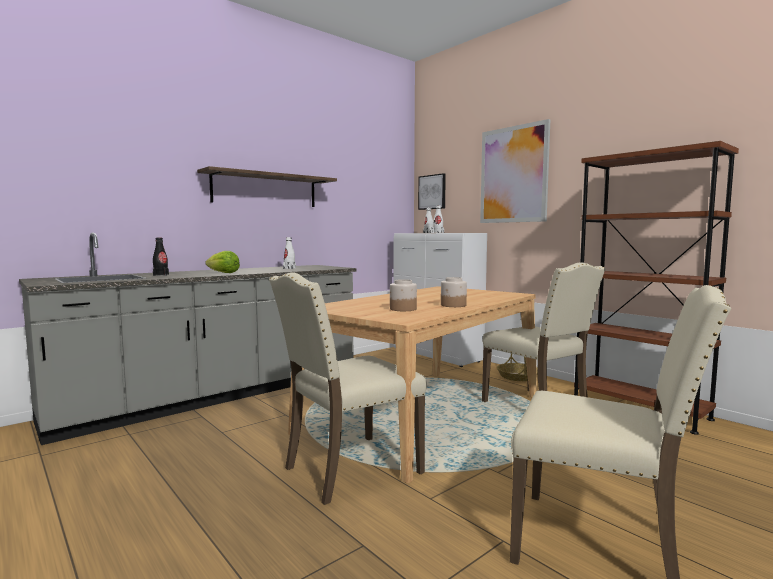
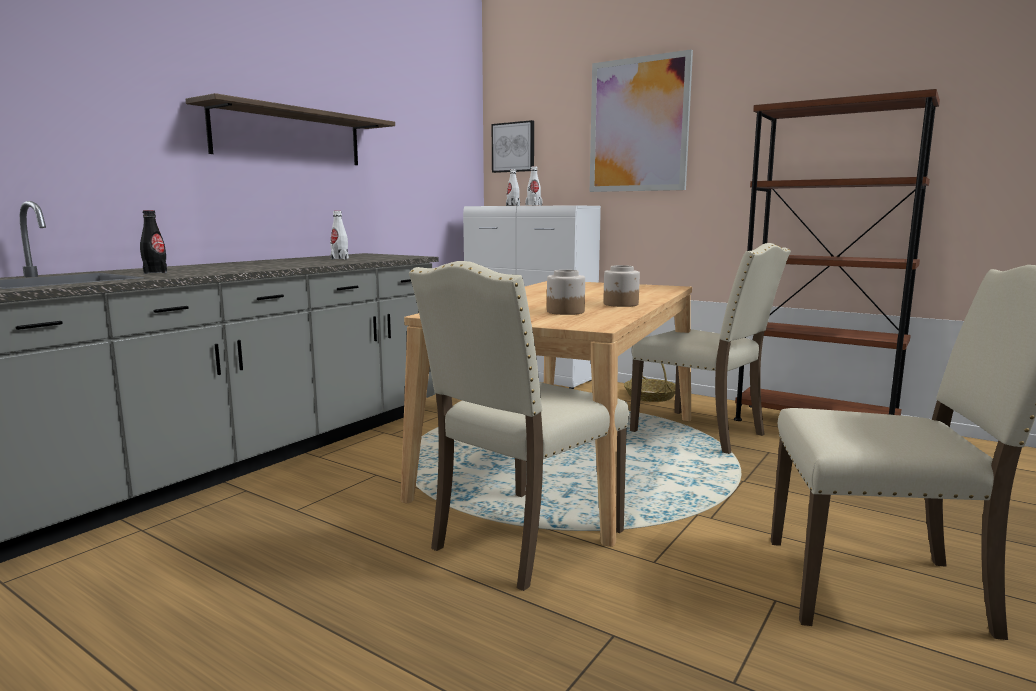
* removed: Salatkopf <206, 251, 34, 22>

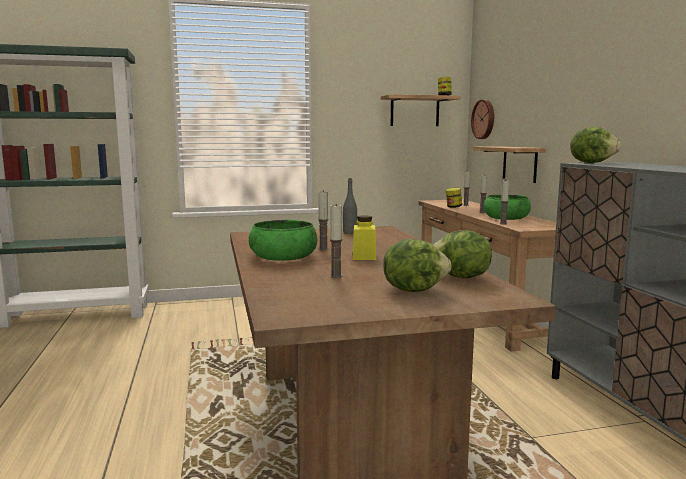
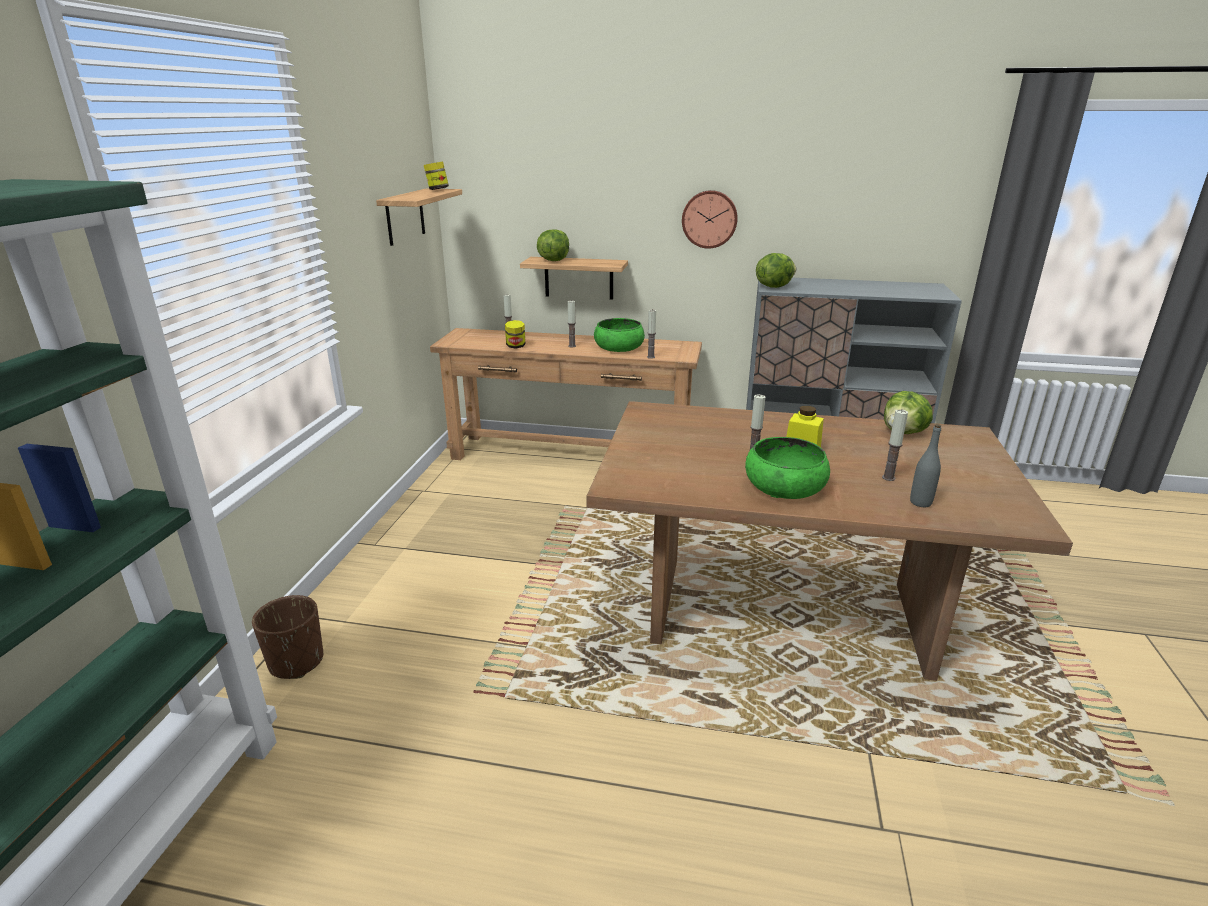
* moved: Wanduhr <471, 99, 23, 40> to <682, 190, 56, 59>
* moved: Flasche/grau <343, 178, 14, 56> to <910, 424, 31, 83>
* moved: Salatkopf <383, 239, 68, 53> to <537, 229, 32, 32>
* added: Pflanzkübel/braun <252, 595, 71, 84>

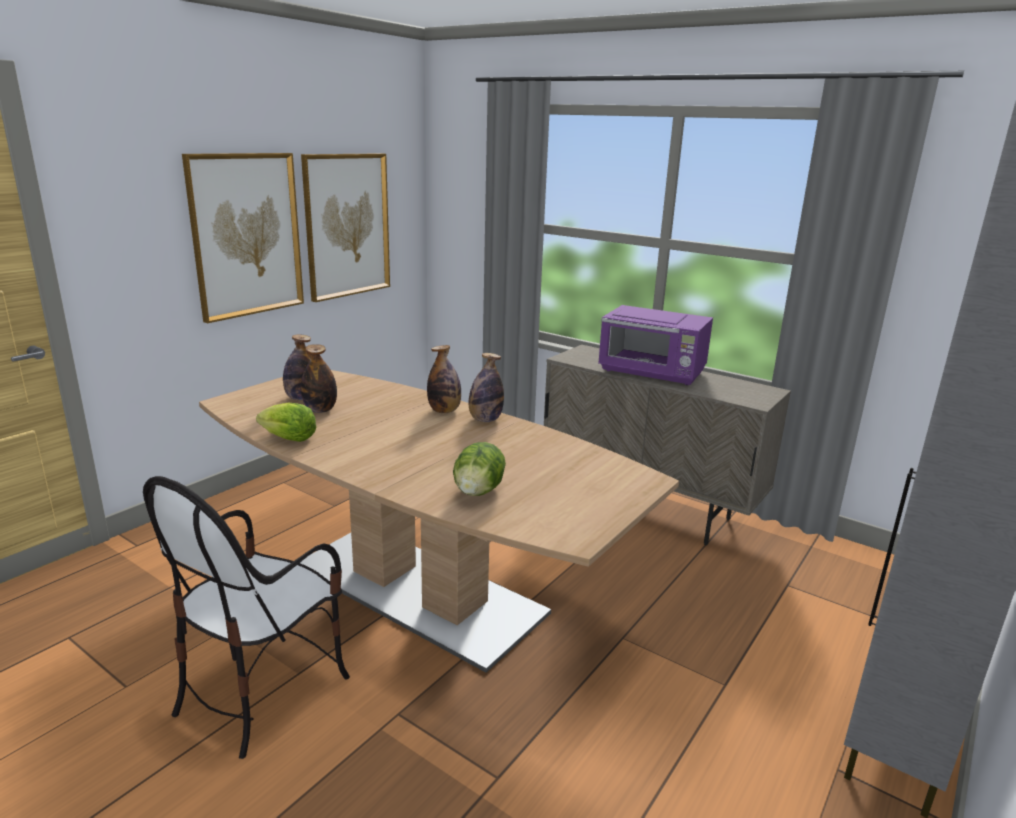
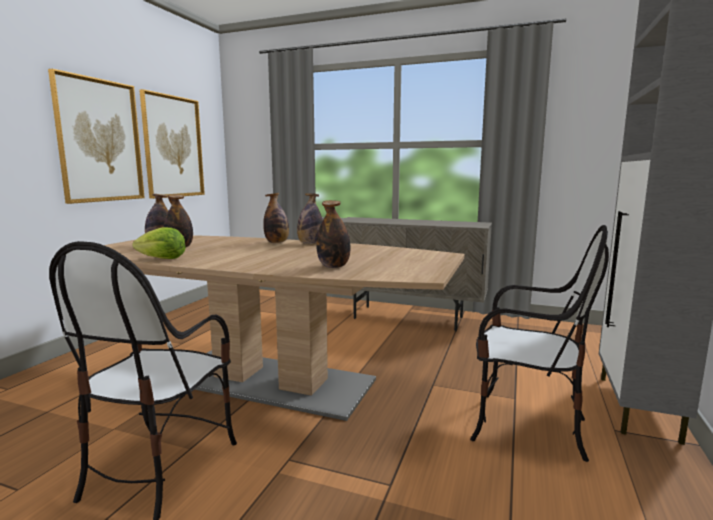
* removed: Mikrowelle/lila <599, 305, 114, 80>
* replaced: Salatkopf <453, 442, 53, 54> to Flasche <316, 200, 35, 68>
* added: Stuhl <470, 225, 139, 237>

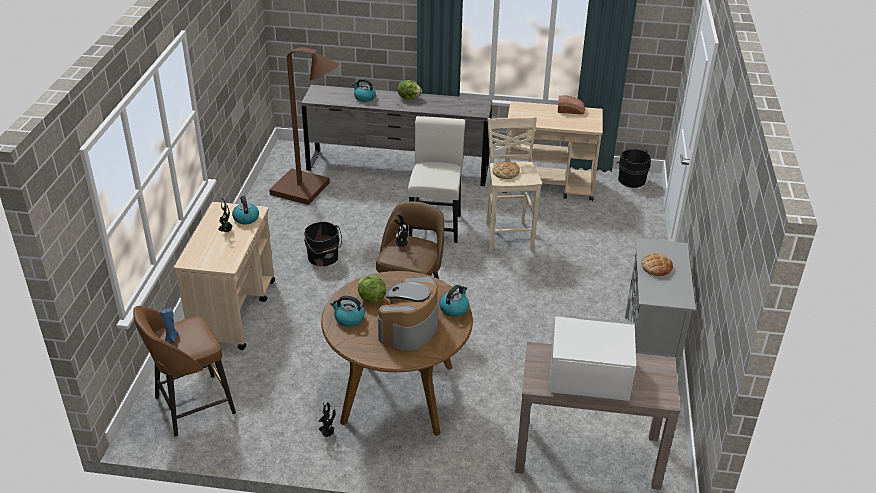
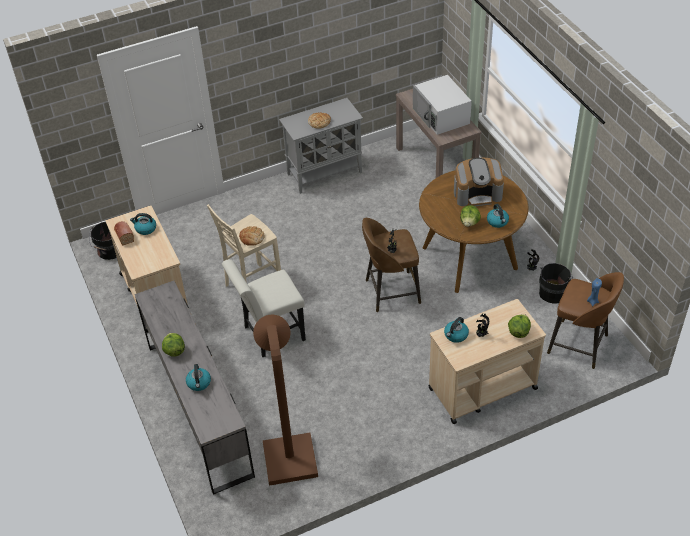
* moved: Eimer/schwarz <304, 222, 38, 44> to <539, 263, 33, 41>
* moved: Wasserkessel <439, 285, 30, 32> to <130, 213, 26, 22>
* added: Salatkopf <508, 314, 23, 24>

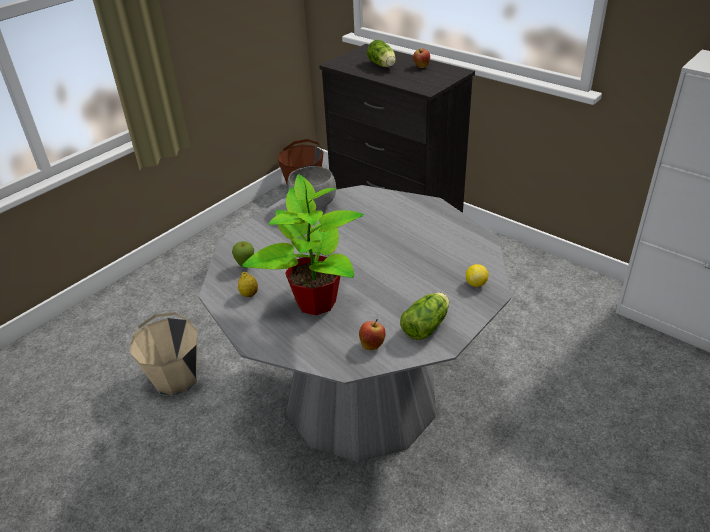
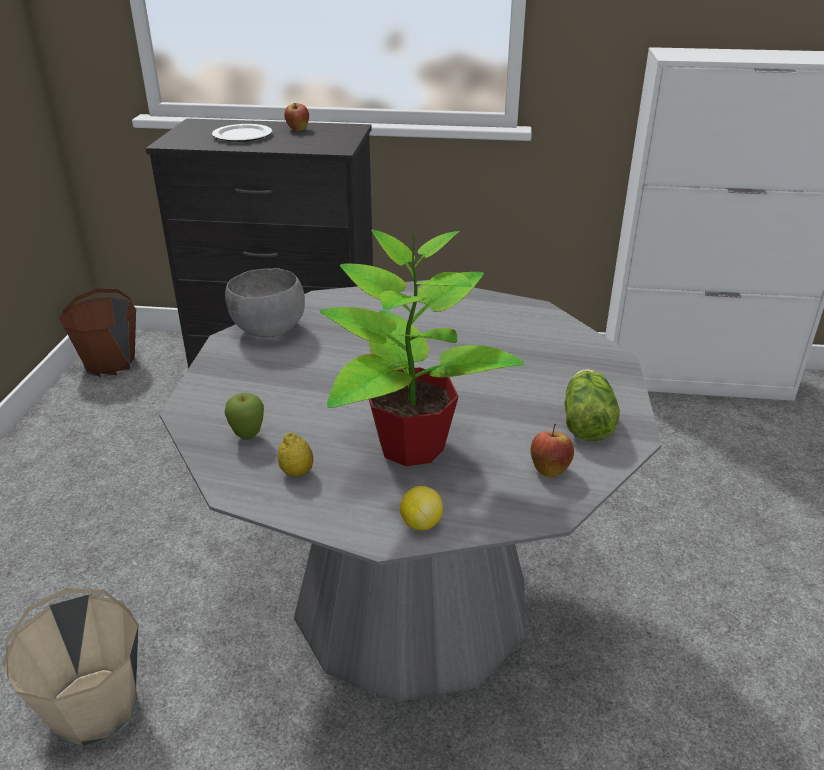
* replaced: Salatkopf <367, 39, 29, 28> to Teller <212, 124, 60, 18>
* moved: Zitrone <466, 264, 22, 23> to <400, 486, 43, 44>

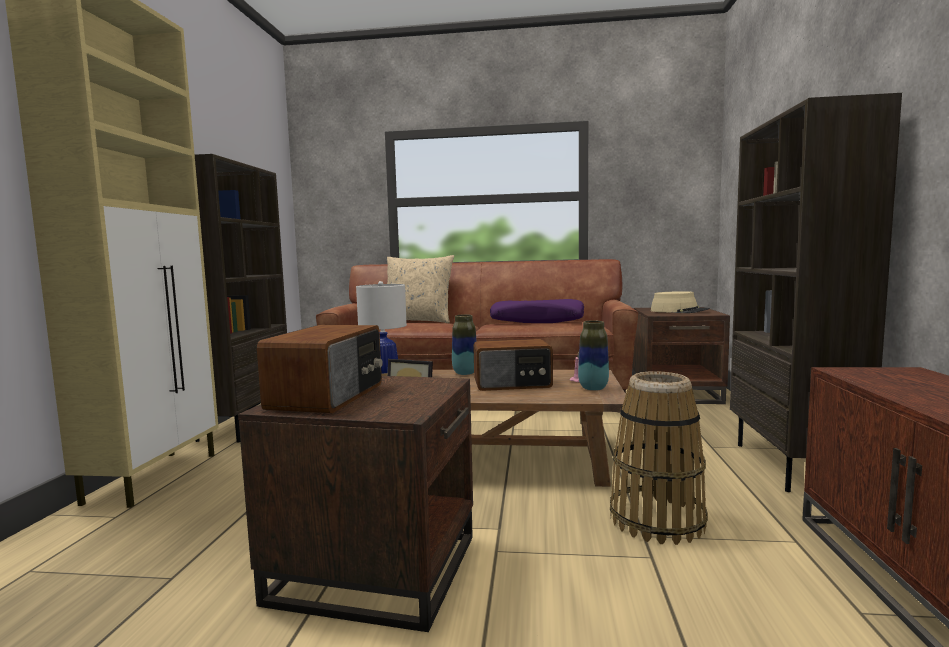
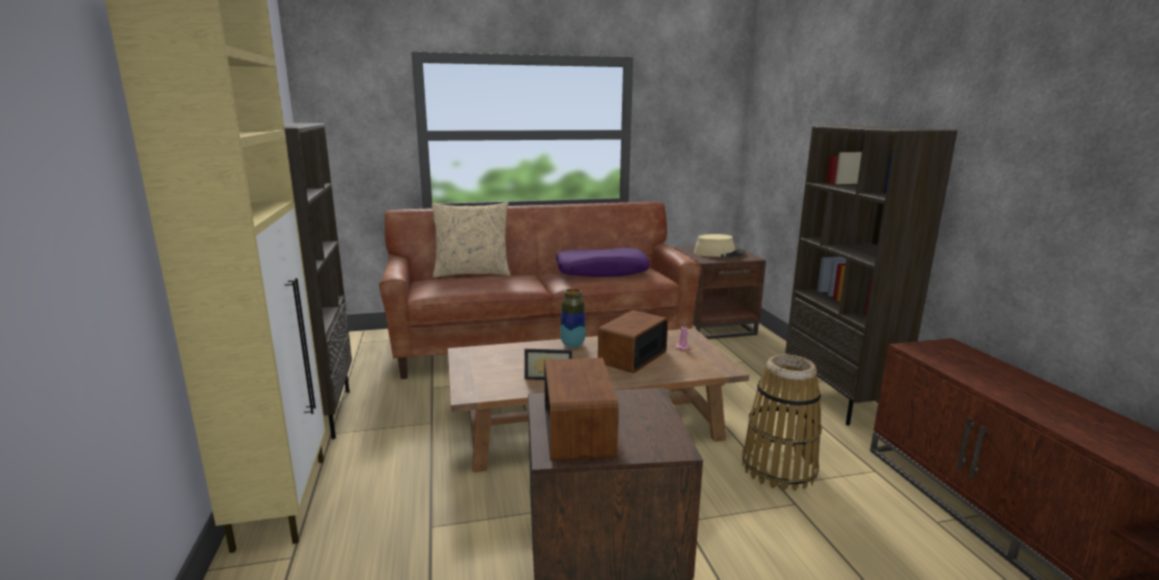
* removed: Tischlampe/weiß <356, 281, 51, 95>
* removed: Vase <578, 320, 31, 71>
* turned: Radio <473, 339, 80, 52> = <598, 310, 70, 63> 150 degrees clockwise

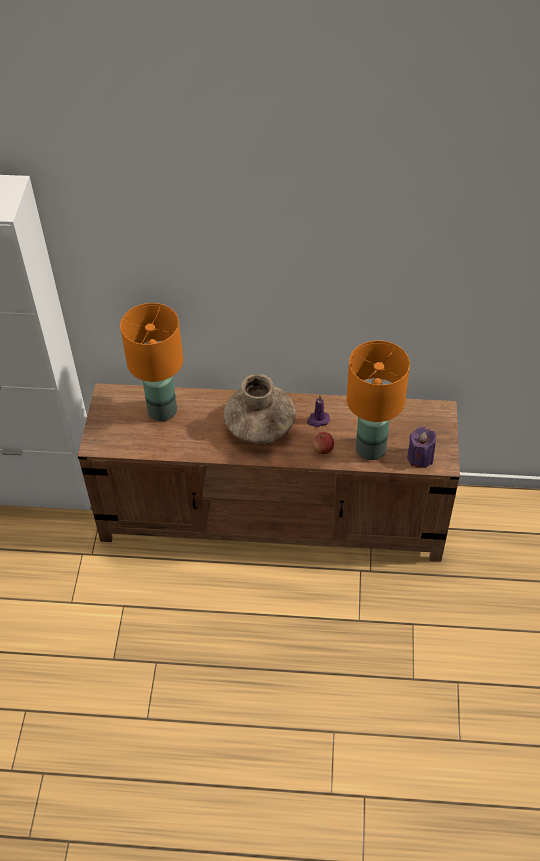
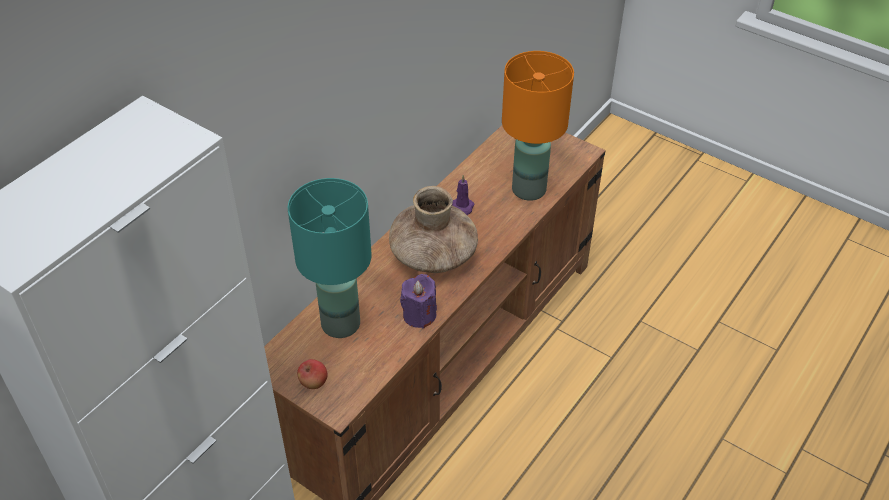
* recoloured: Tischlampe/orange <120, 303, 63, 118> to Tischlampe/türkis <288, 178, 84, 160>
* moved: Kerze/lila <407, 427, 30, 41> to <400, 274, 37, 54>
* moved: Apfel <313, 432, 21, 22> to <297, 359, 30, 30>

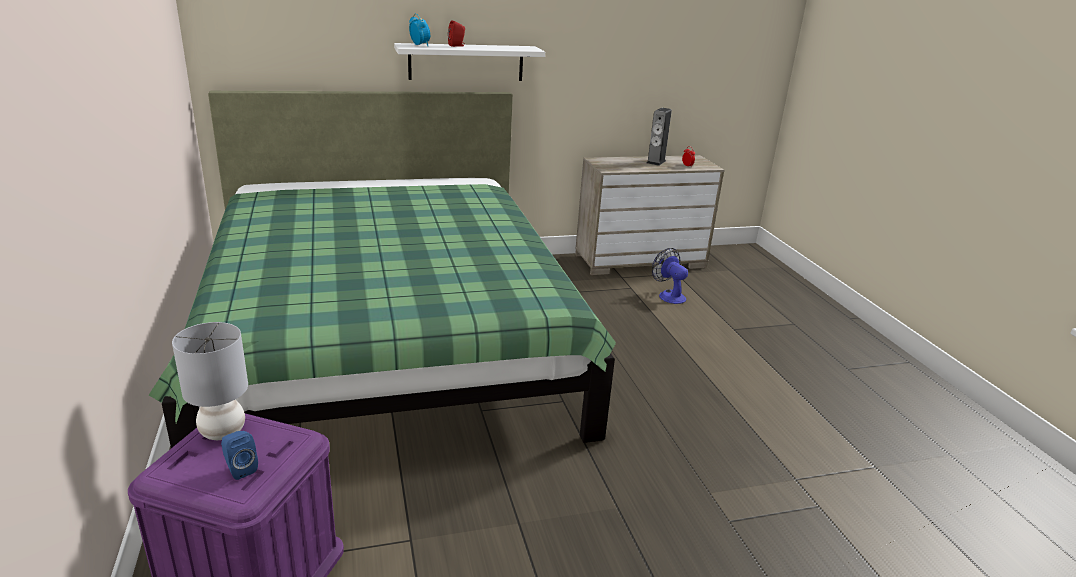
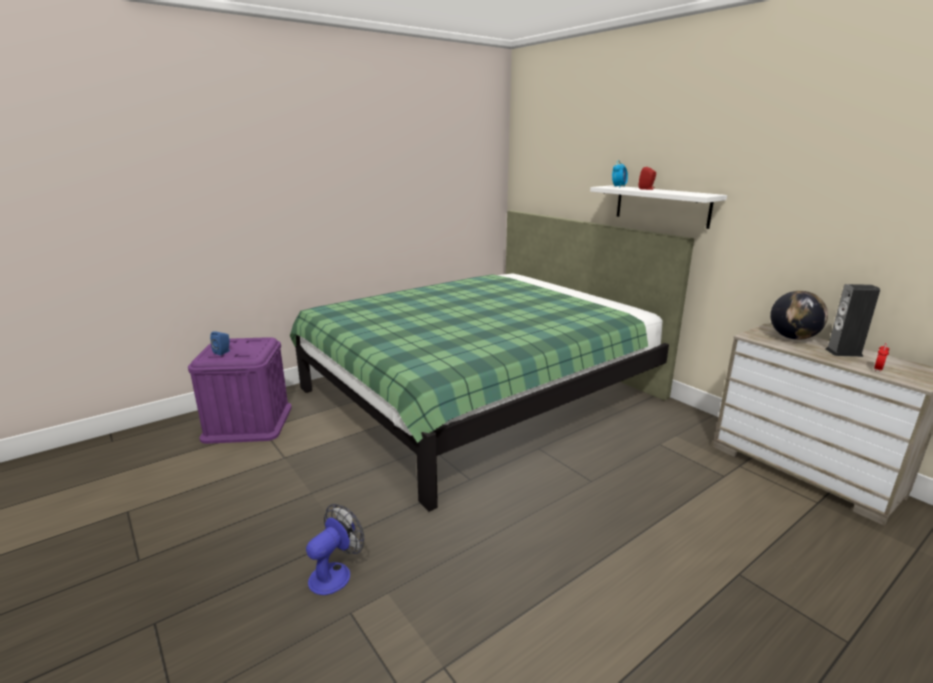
* moved: Ventilator <652, 248, 36, 56> to <306, 504, 58, 91>
* removed: Tischlampe/grau <172, 322, 76, 118>
* added: Globus <770, 291, 58, 49>

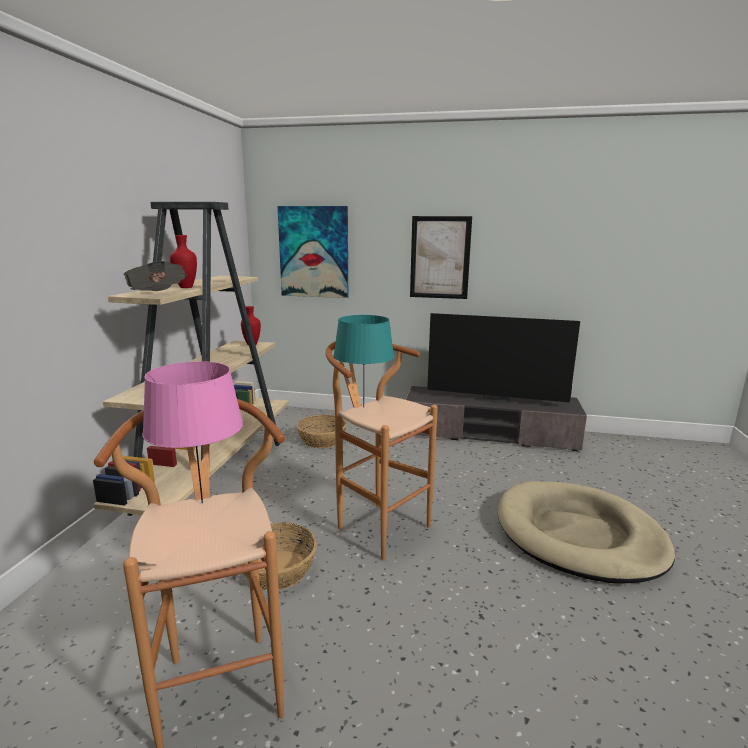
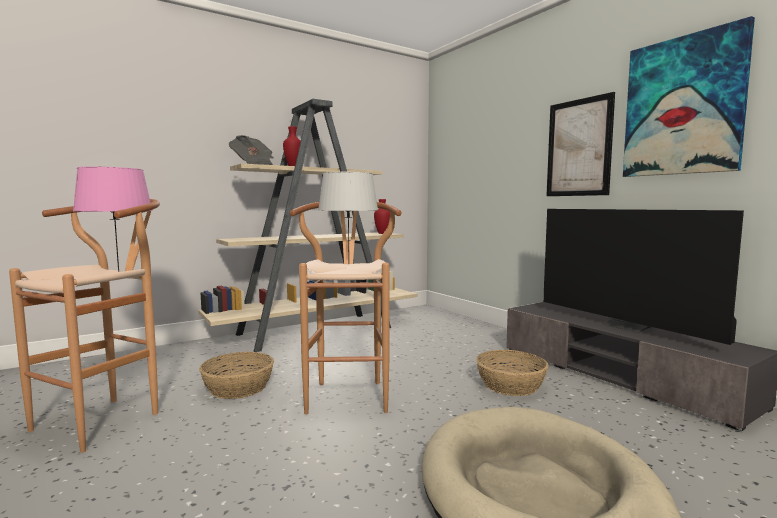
* moved: Bild <277, 206, 71, 92> to <623, 16, 132, 161>
* recoloured: Tischlampe/türkis <333, 315, 61, 93> to Tischlampe/grau <318, 172, 60, 91>
* moved: Korb <297, 415, 50, 33> to <476, 350, 73, 46>

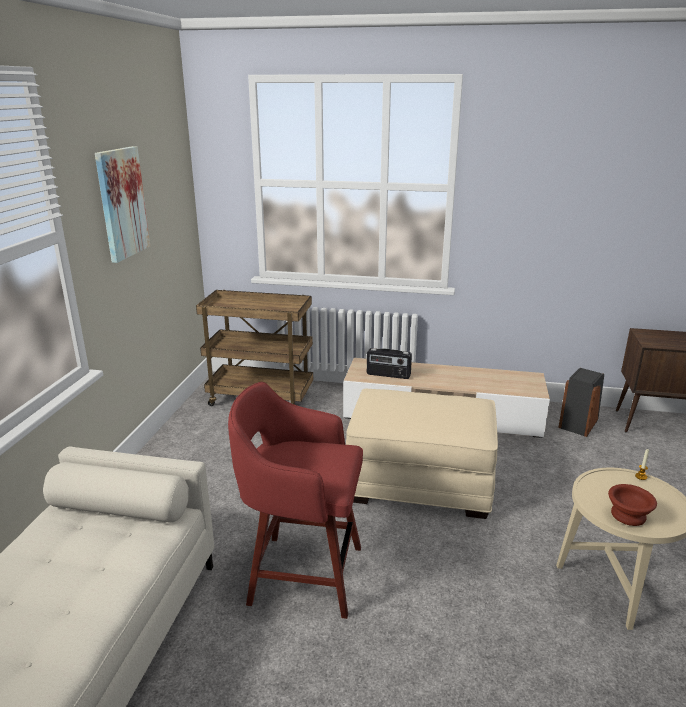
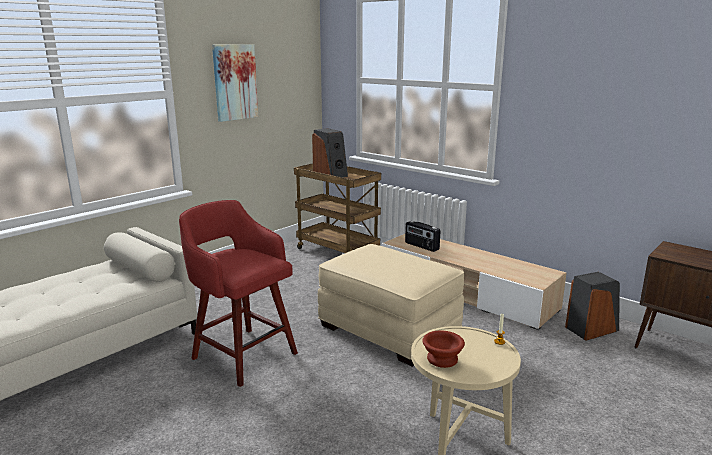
* added: Lautsprecher <312, 128, 36, 49>

